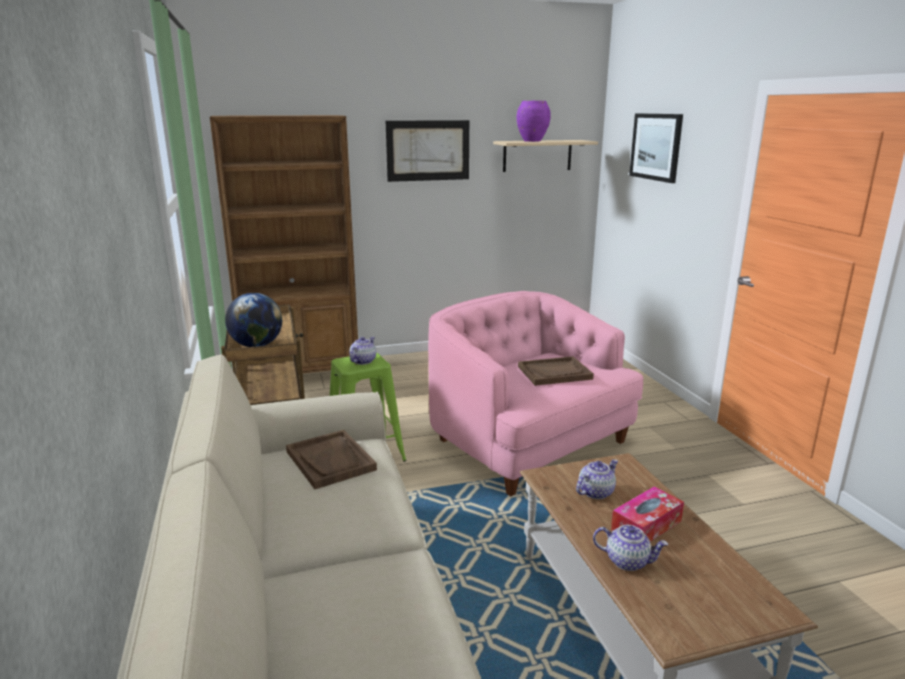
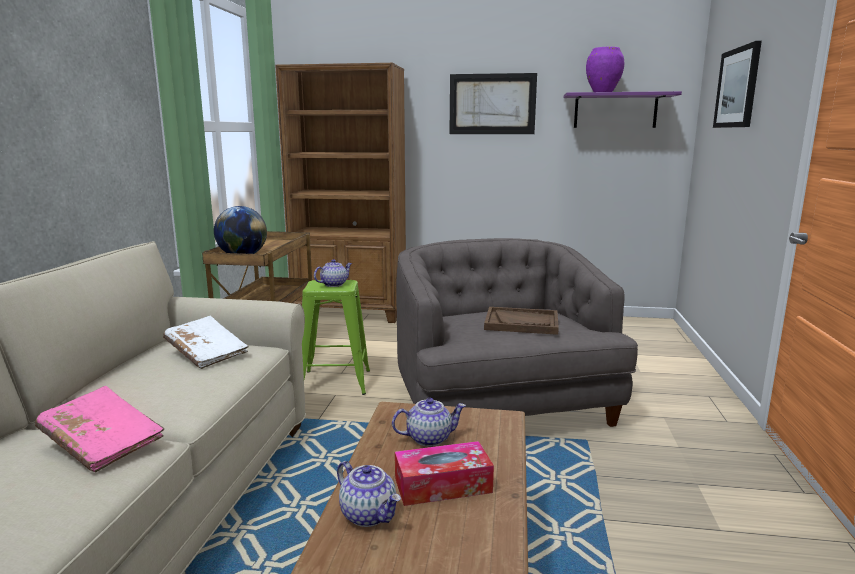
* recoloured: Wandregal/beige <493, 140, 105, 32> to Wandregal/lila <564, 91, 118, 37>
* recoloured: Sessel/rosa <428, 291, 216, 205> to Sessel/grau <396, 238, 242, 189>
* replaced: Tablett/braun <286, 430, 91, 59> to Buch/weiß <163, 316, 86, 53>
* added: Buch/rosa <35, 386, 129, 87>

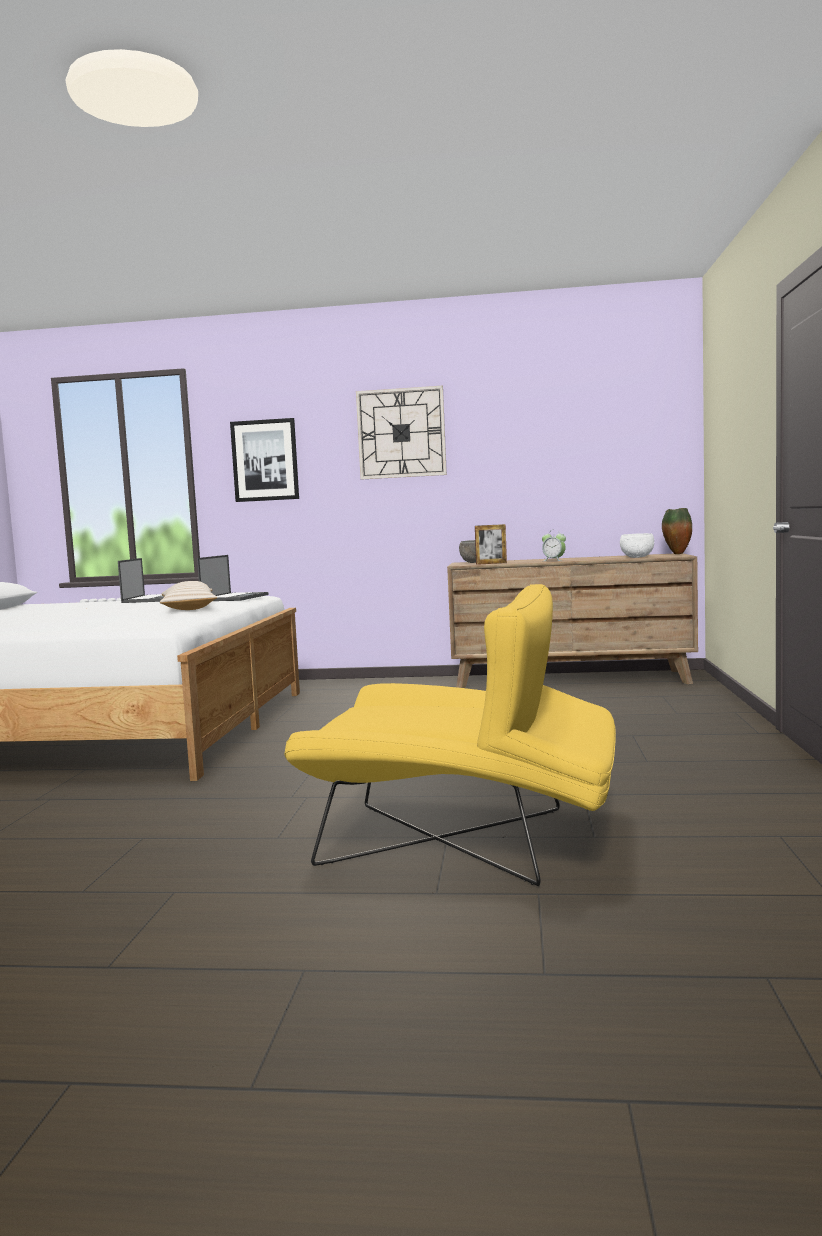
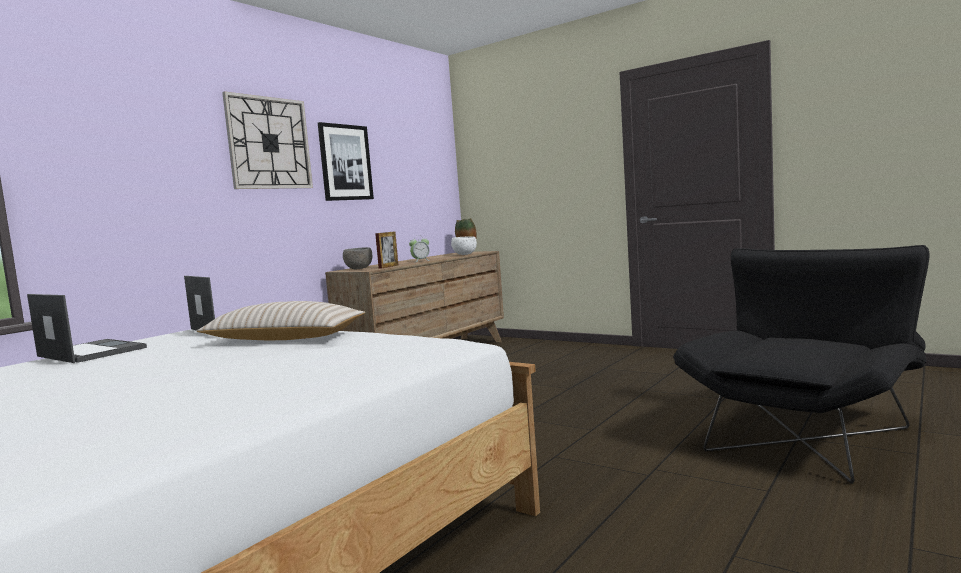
* moved: Bild <230, 418, 69, 84> to <318, 122, 56, 79>
* recoloured: Sessel/gelb <284, 584, 332, 302> to Sessel/schwarz <673, 245, 257, 239>

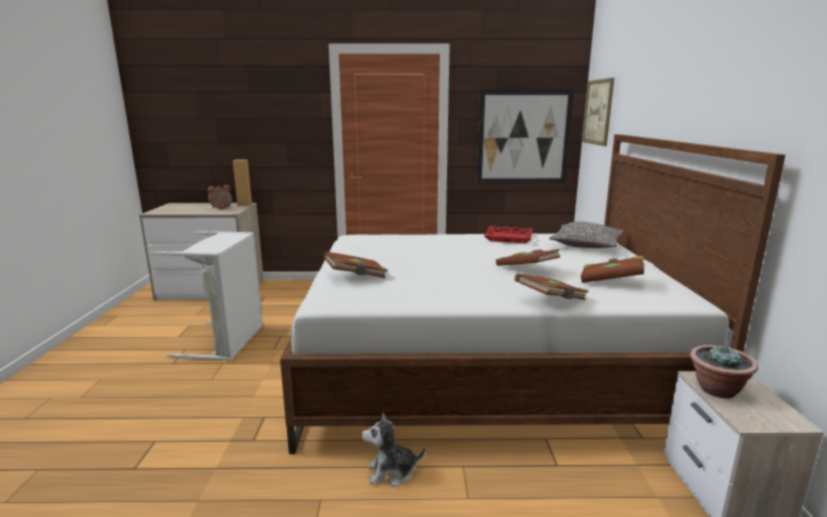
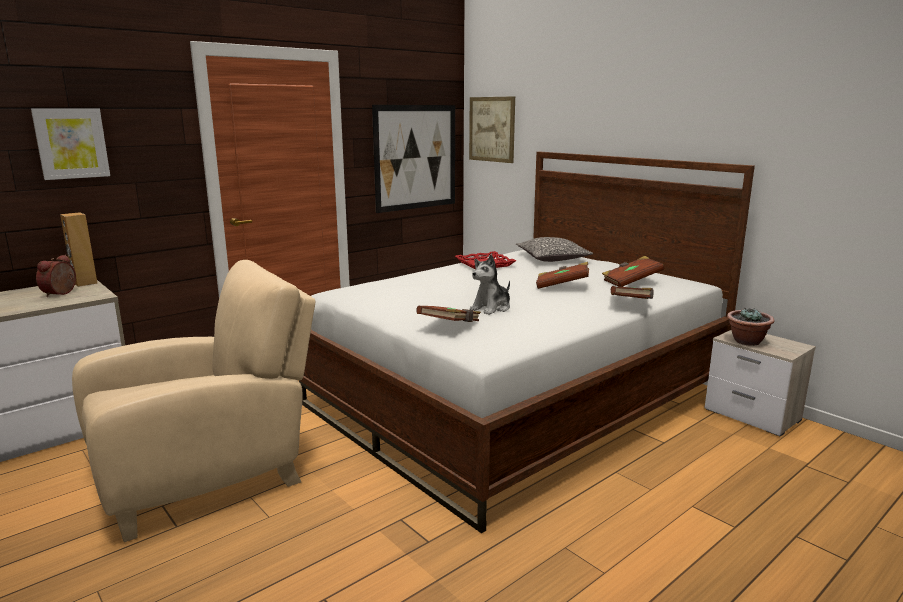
* replaced: Wäschekorb/grau <150, 231, 113, 129> to Sessel/beige <72, 260, 243, 282>
* moved: Plüschtier <362, 413, 63, 74> to <470, 255, 40, 60>
* added: Bild <31, 108, 79, 72>

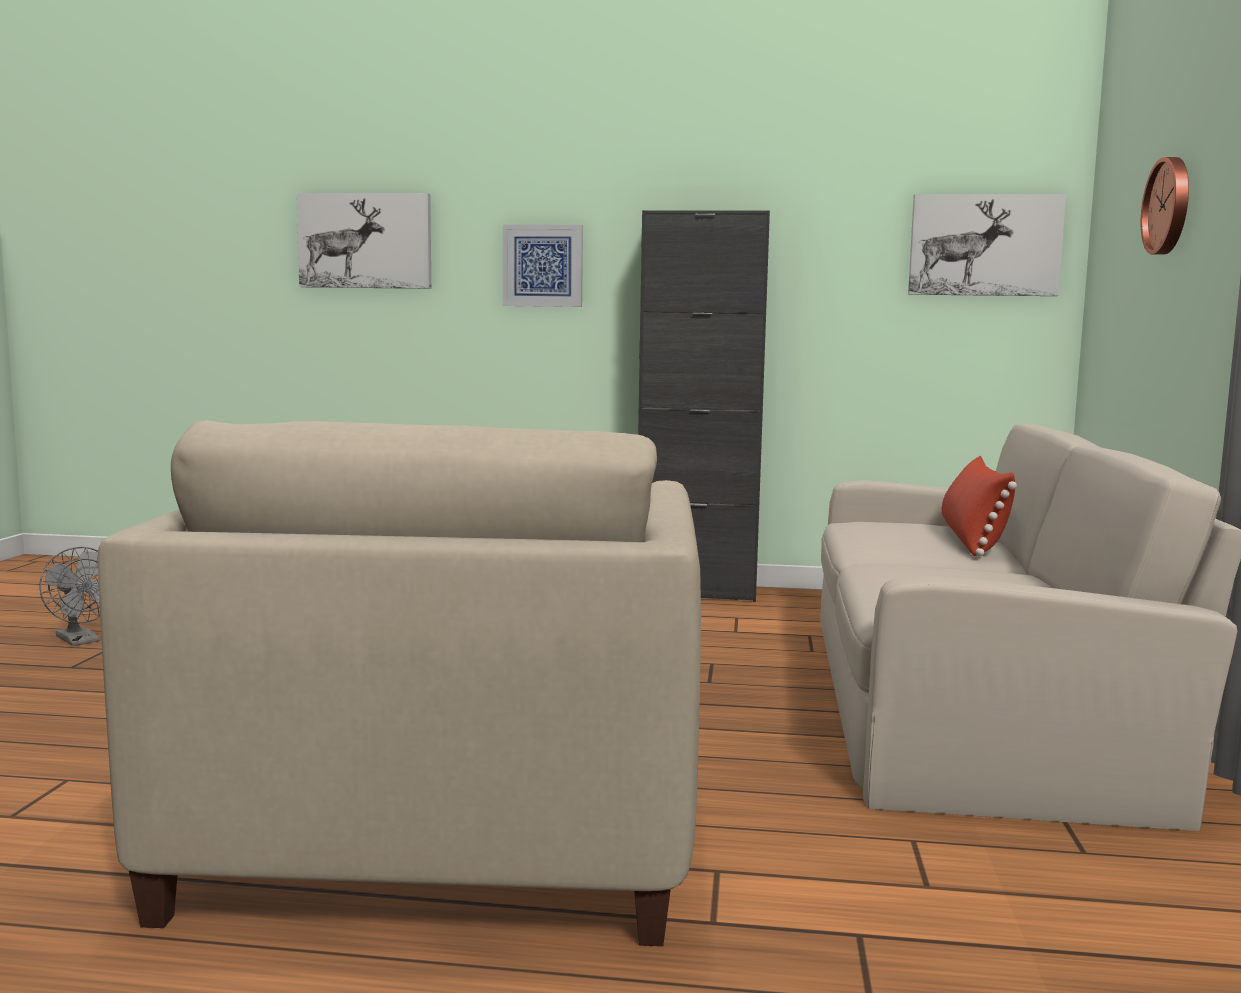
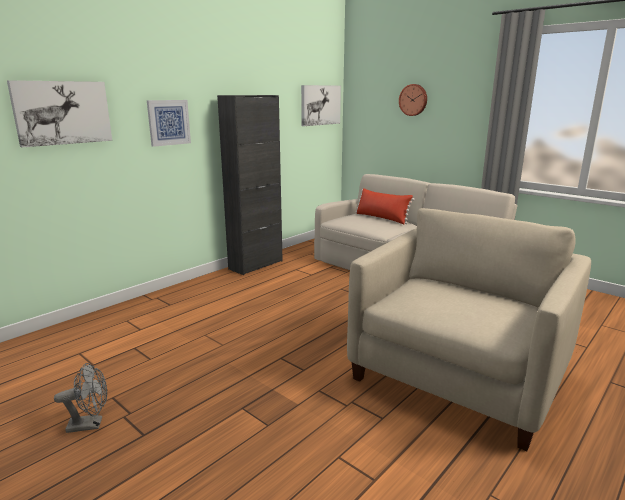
* turned: Sessel/beige <98, 420, 603, 526> = <347, 208, 244, 243> 90 degrees counterclockwise

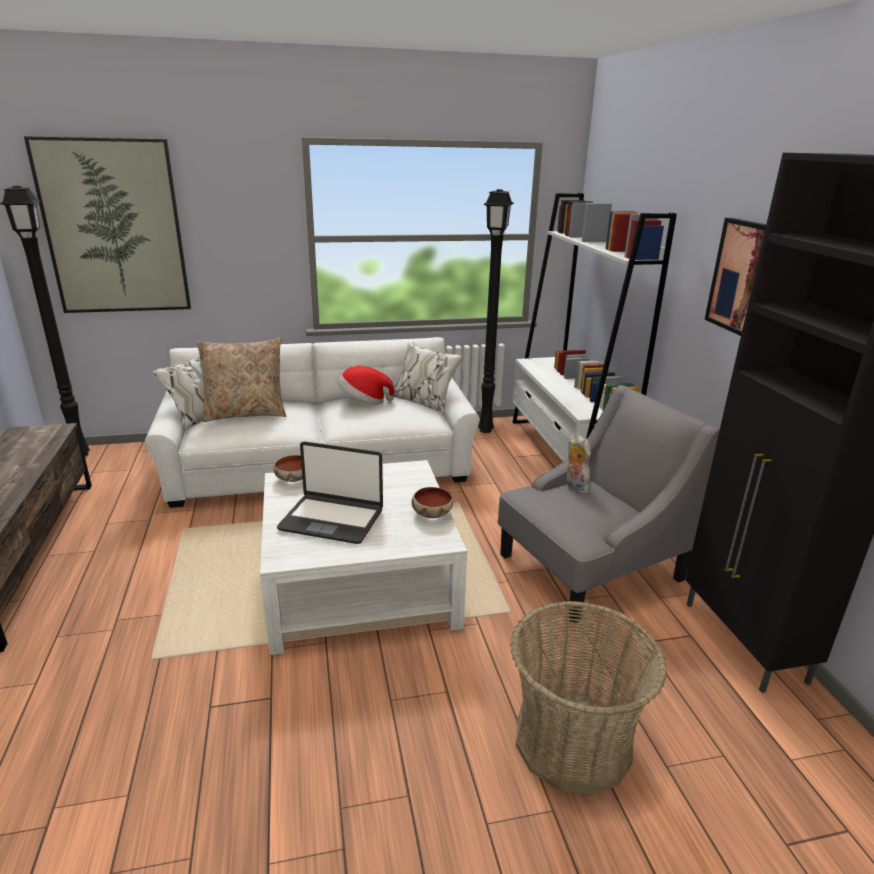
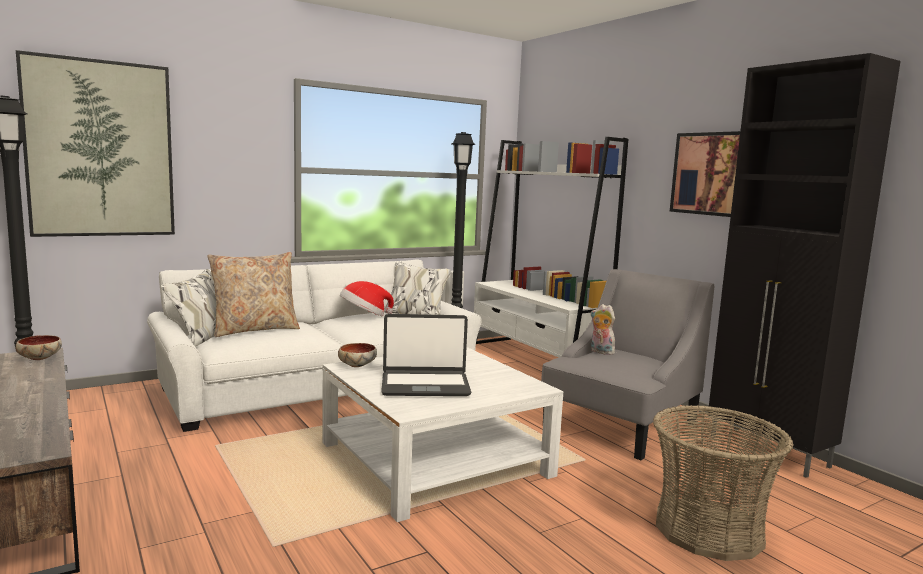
* moved: Schüssel <412, 487, 41, 31> to <15, 335, 47, 25>

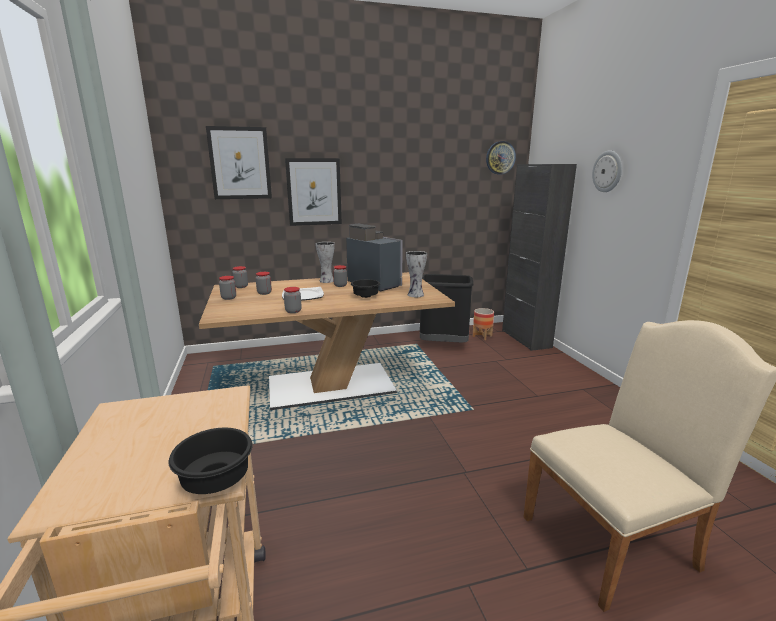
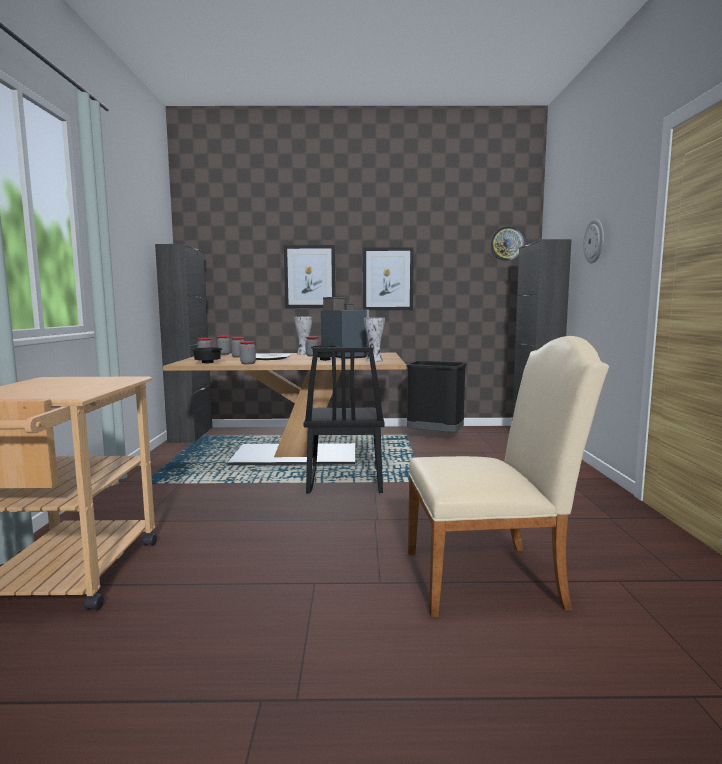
* moved: Bild <206, 126, 66, 73> to <363, 247, 51, 63>
* removed: Pflanzkübel <472, 308, 22, 32>
* moved: Schüssel/schwarz <169, 428, 84, 66> to <192, 348, 31, 15>
* added: Schrank/schwarz <155, 244, 57, 199>
* added: Stuhl/schwarz <304, 347, 81, 147>

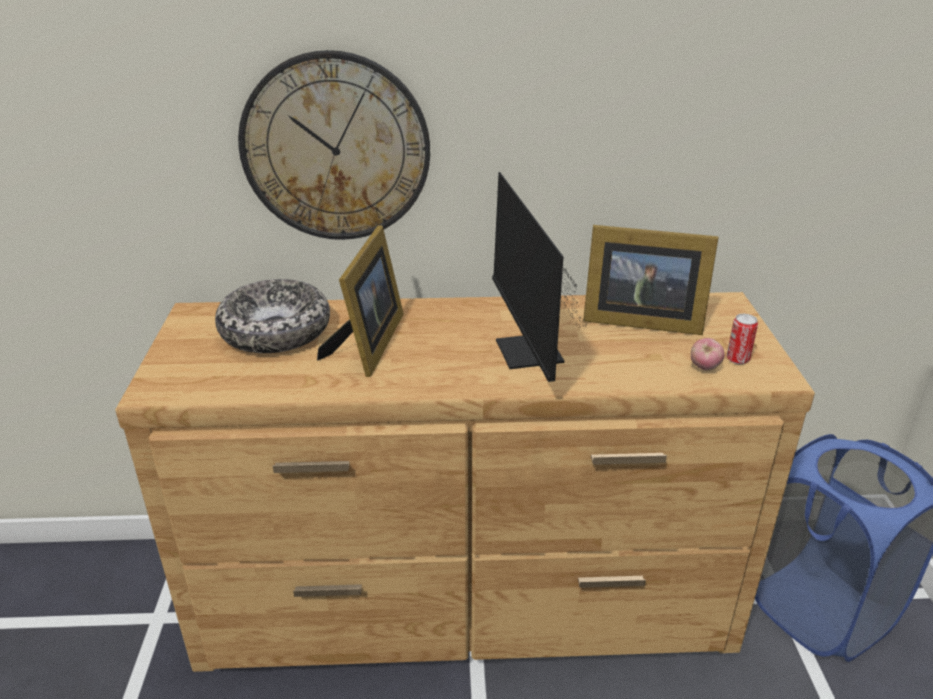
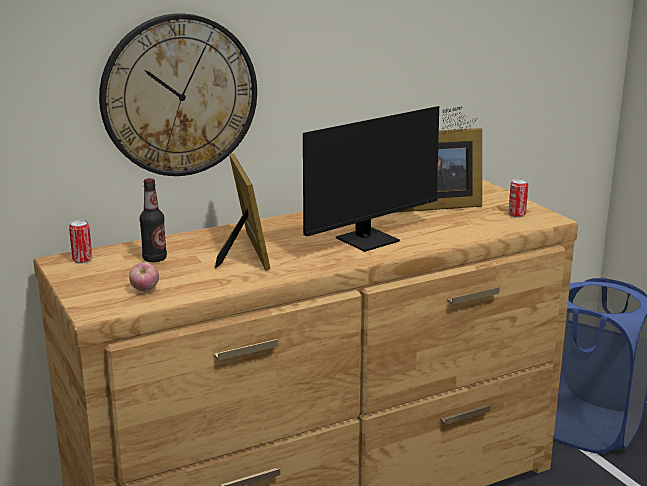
* turned: Monitor <492, 172, 95, 210> = <303, 106, 172, 146> 90 degrees counterclockwise
* replaced: Schüssel <215, 279, 115, 74> to Flasche <139, 178, 28, 84>
* moved: Apfel <691, 338, 34, 32> to <129, 262, 30, 30>
* added: Dose <69, 220, 23, 44>

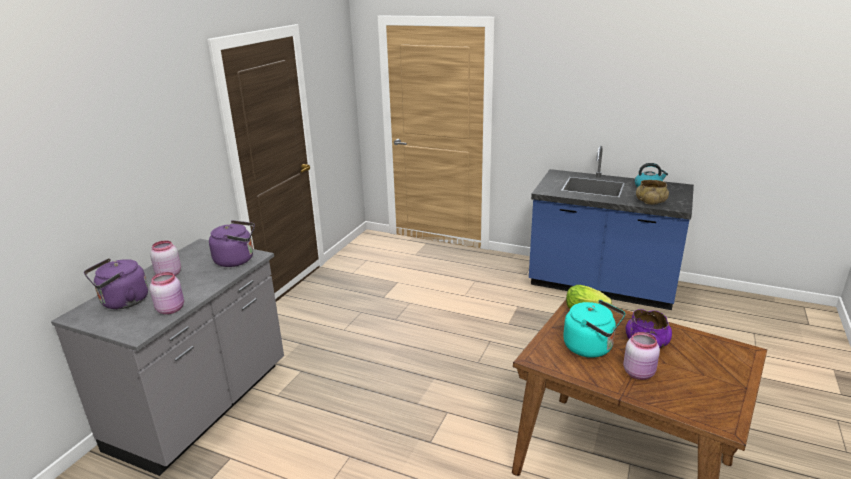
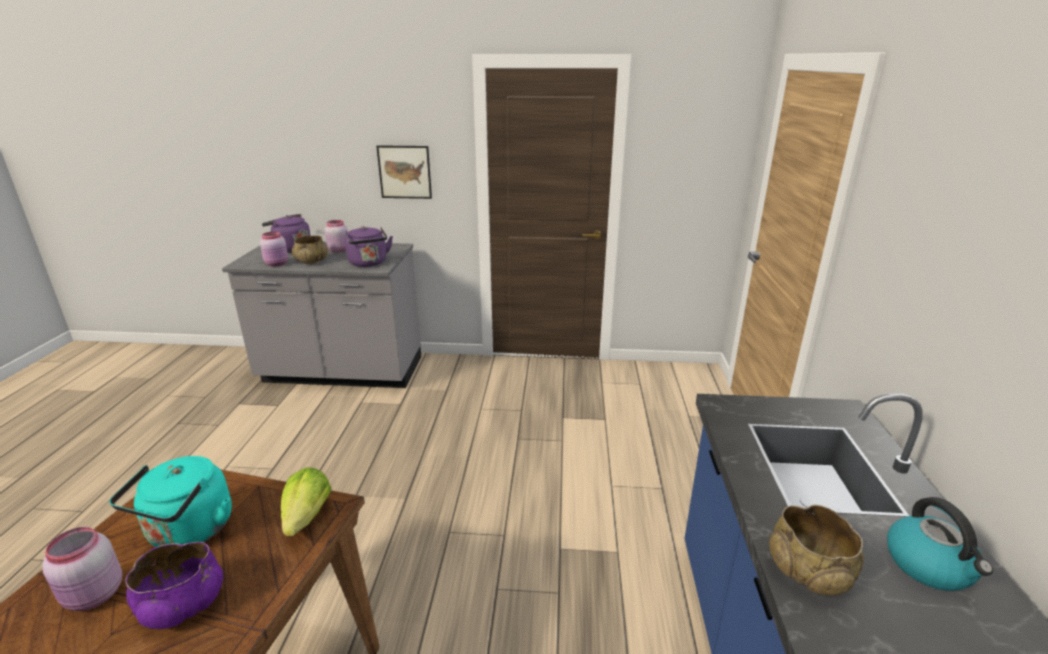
* added: Bild <376, 145, 56, 54>
* added: Schüssel/beige <292, 235, 36, 29>

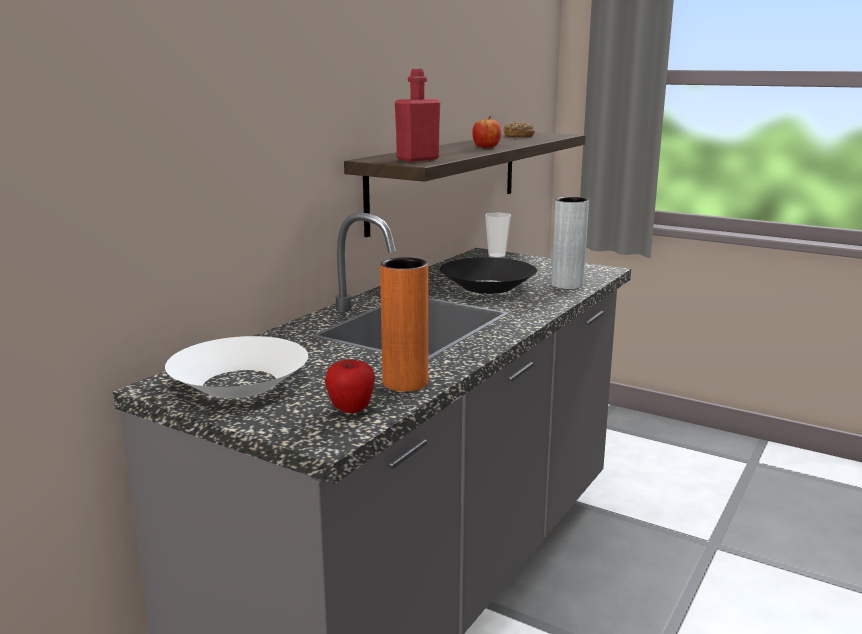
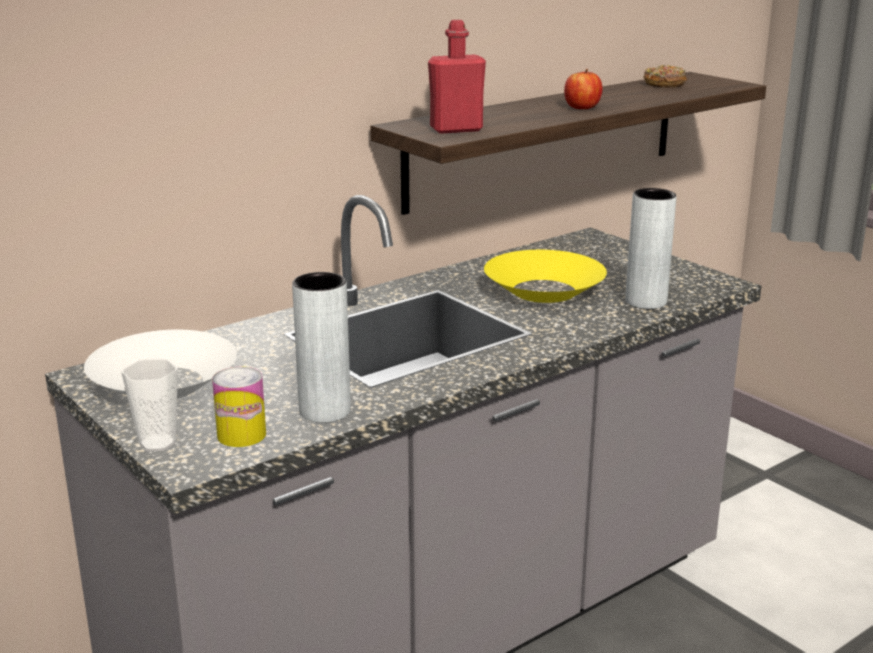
* moved: Tasse <485, 212, 26, 46> to <121, 359, 57, 93>
* recoloured: Vase/orange <380, 257, 48, 135> to Vase/grau <292, 272, 59, 151>
* recoloured: Schüssel/schwarz <440, 258, 97, 36> to Schüssel/gelb <484, 250, 123, 53>
* replaced: Apfel <325, 359, 50, 54> to Dose <212, 367, 54, 80>

